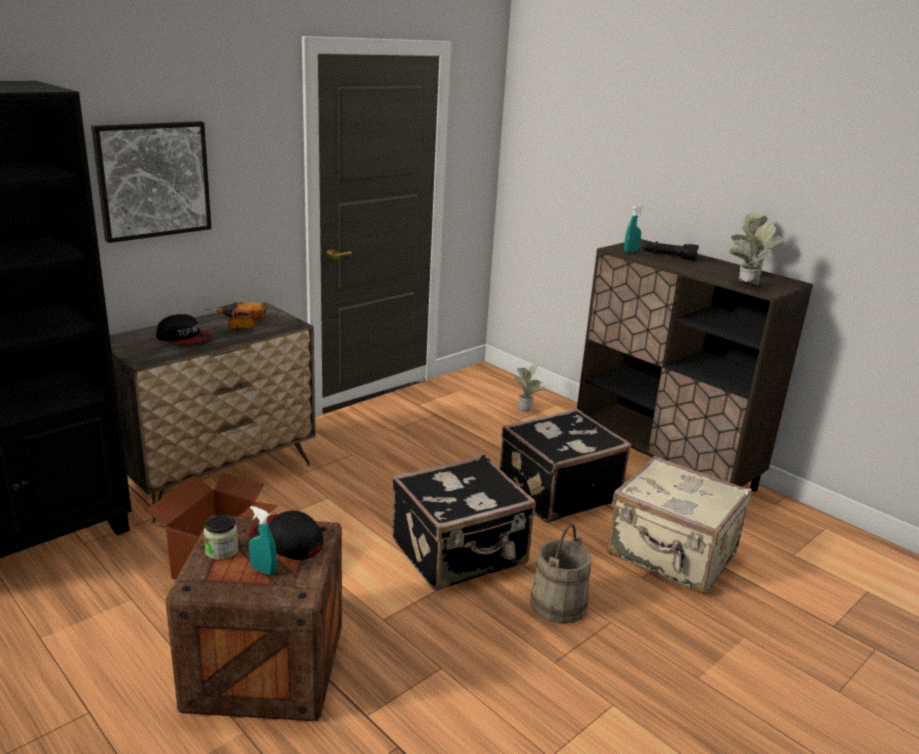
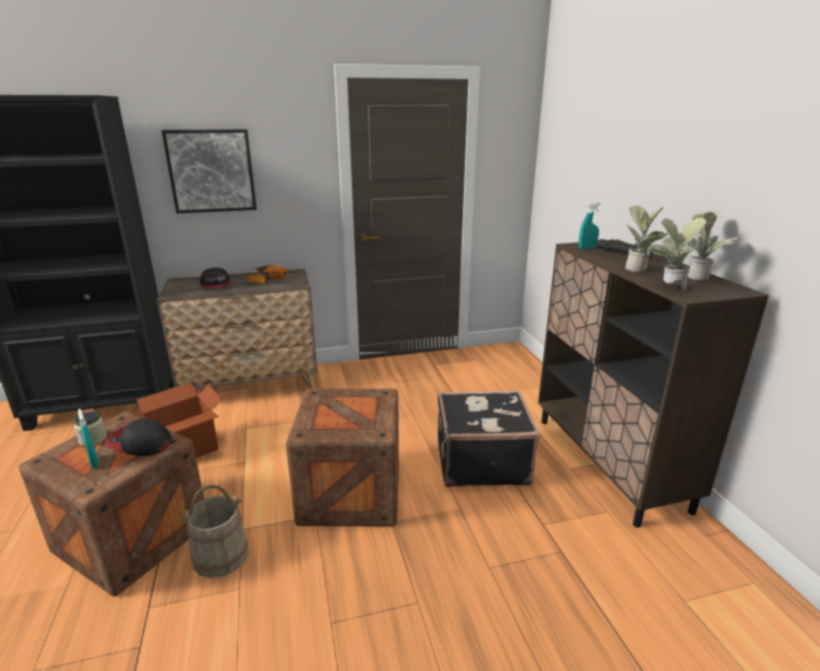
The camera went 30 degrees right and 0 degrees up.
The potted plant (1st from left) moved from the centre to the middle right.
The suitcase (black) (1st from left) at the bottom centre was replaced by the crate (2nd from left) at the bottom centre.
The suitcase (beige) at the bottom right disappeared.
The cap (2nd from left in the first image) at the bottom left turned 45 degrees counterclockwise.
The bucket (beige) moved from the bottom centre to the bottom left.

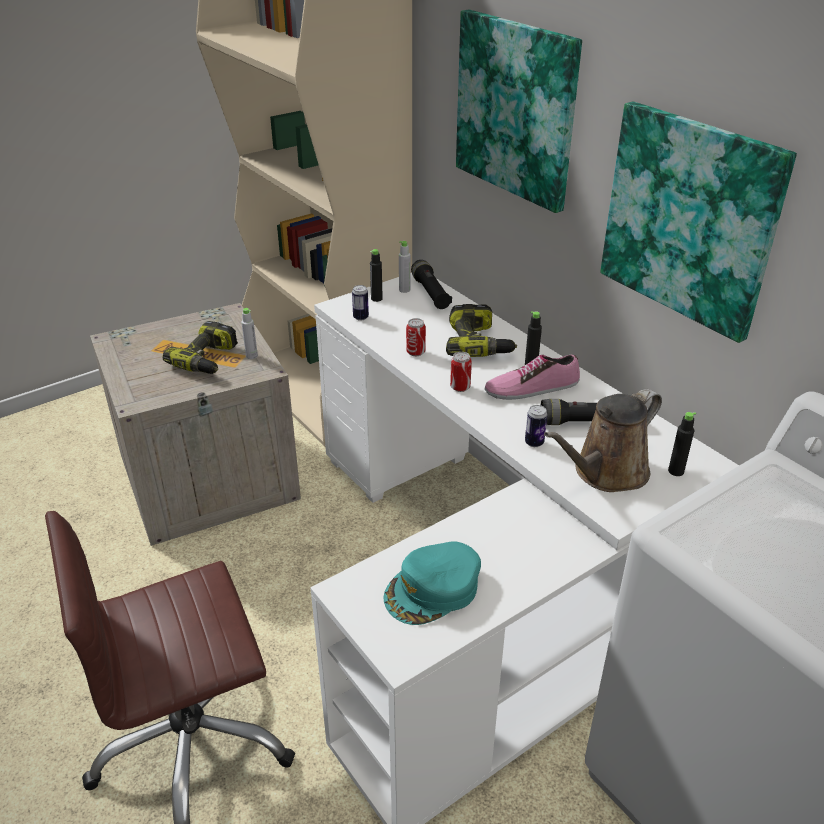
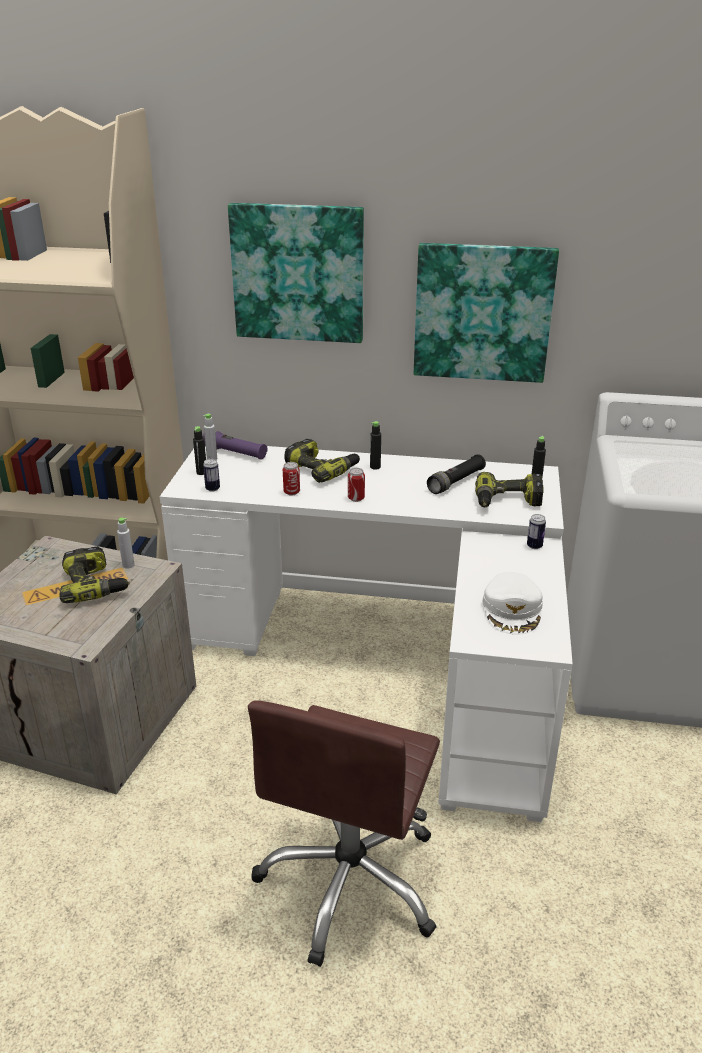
The camera went 45 degrees left and 5 degrees down.
The flashlight (black) (1st from left) at the centre became the flashlight (purple) at the centre.
The shoe at the centre disappeared.
The watering can (brown) at the middle right was replaced by the power drill (3rd from left) at the middle right.
The can (4th from left) moved from the centre to the middle right.
The cap (turquoise) at the bottom centre became the cap (white) at the middle right.

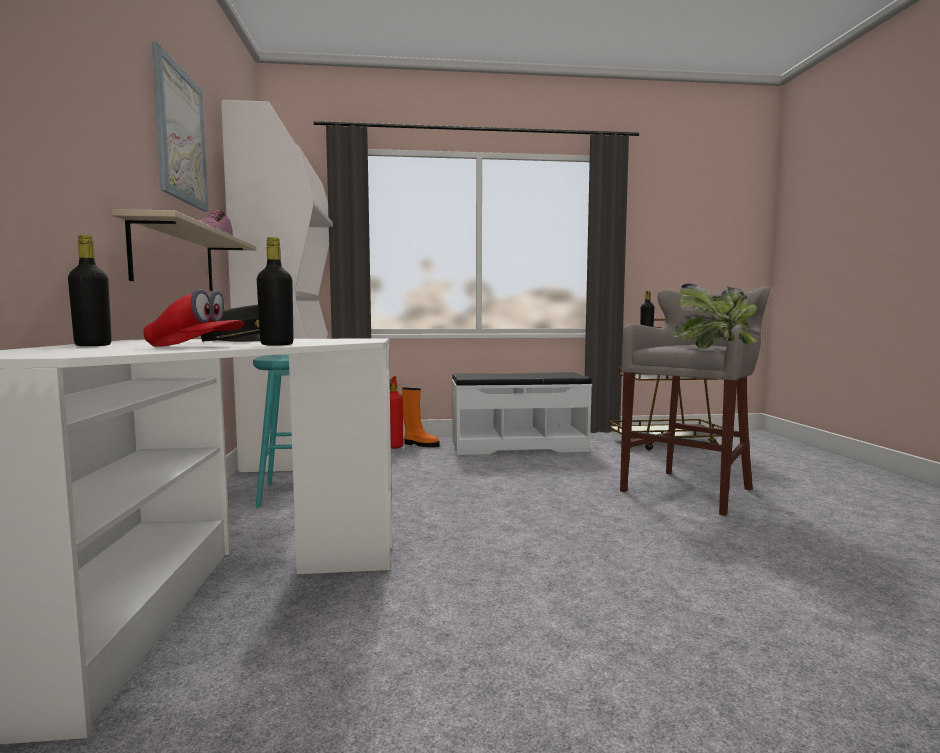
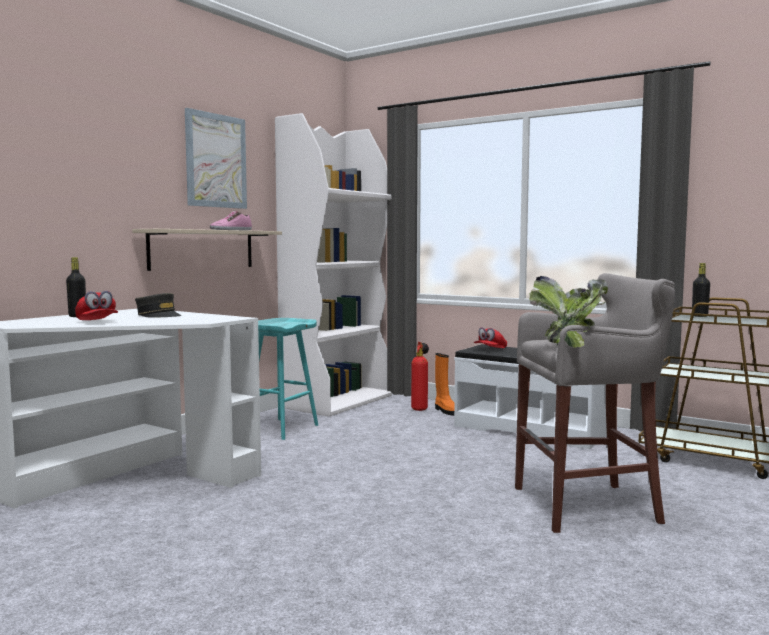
The camera went 40 degrees right and 0 degrees up.
The bottle (black) (2nd from left) at the middle left disappeared.
The cap (red) (2nd from left) at the centre appeared.

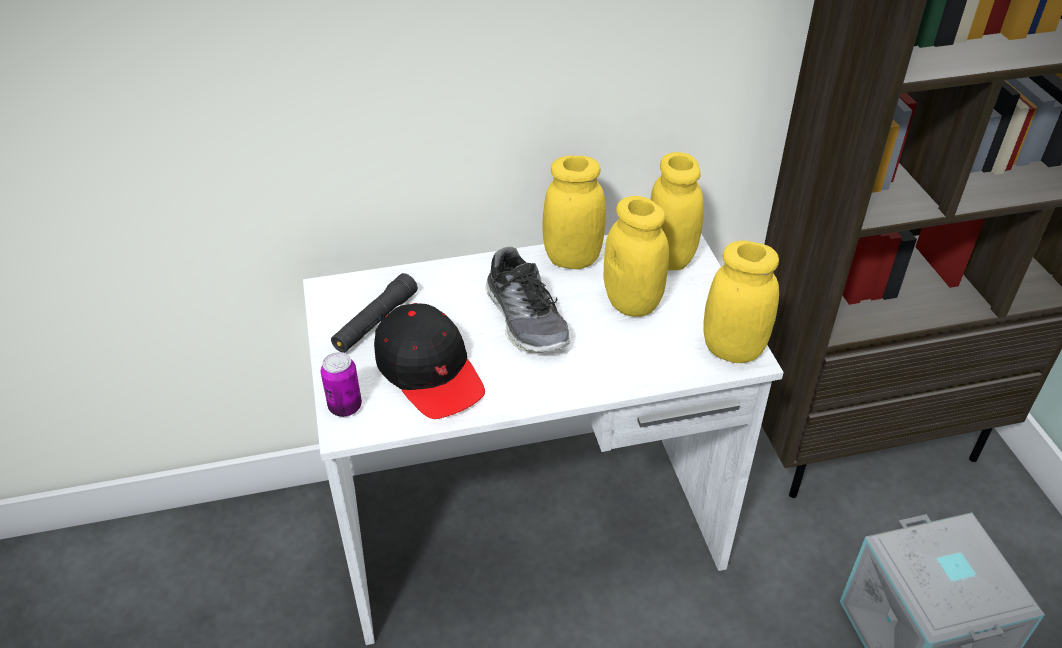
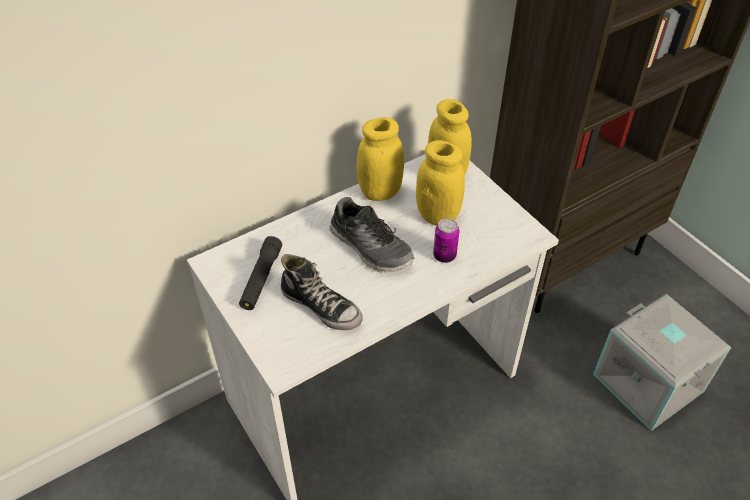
The camera went 20 degrees left and 5 degrees up.
The jar (yellow) (4th from left) at the middle right disappeared.
The cap (black) at the centre was replaced by the shoe (1st from left) at the centre.
The can moved from the middle left to the centre.

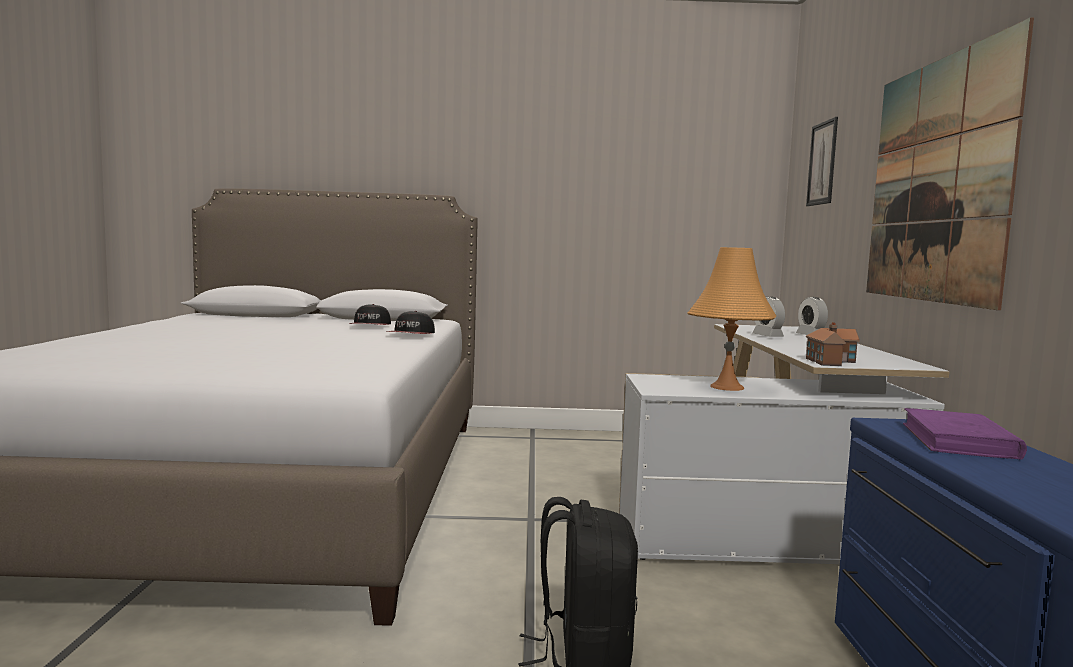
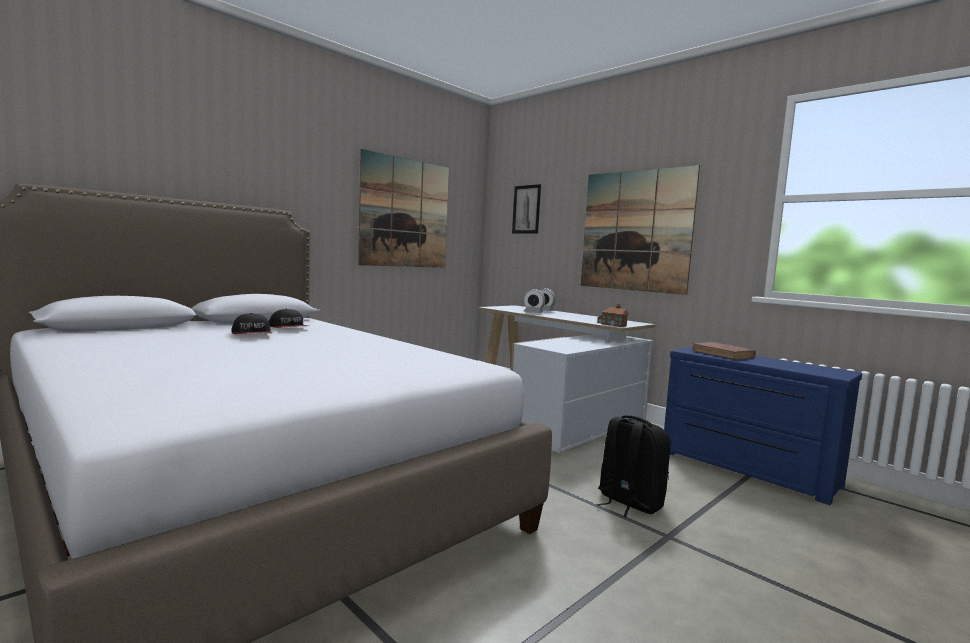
The camera went 45 degrees left and 0 degrees up.
The table lamp (orange) at the middle right disappeared.
The cap (2nd from left in the first image) moved from the centre to the middle left.
The book (purple) at the middle right became the book (brown) at the middle right.
The picture (1st from left) at the top centre appeared.

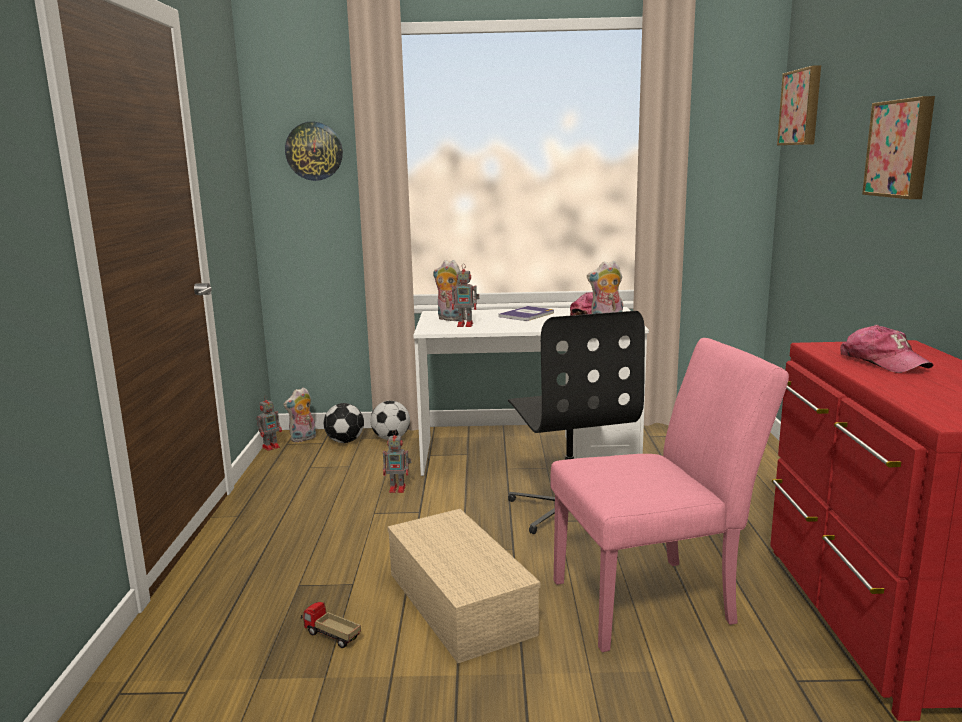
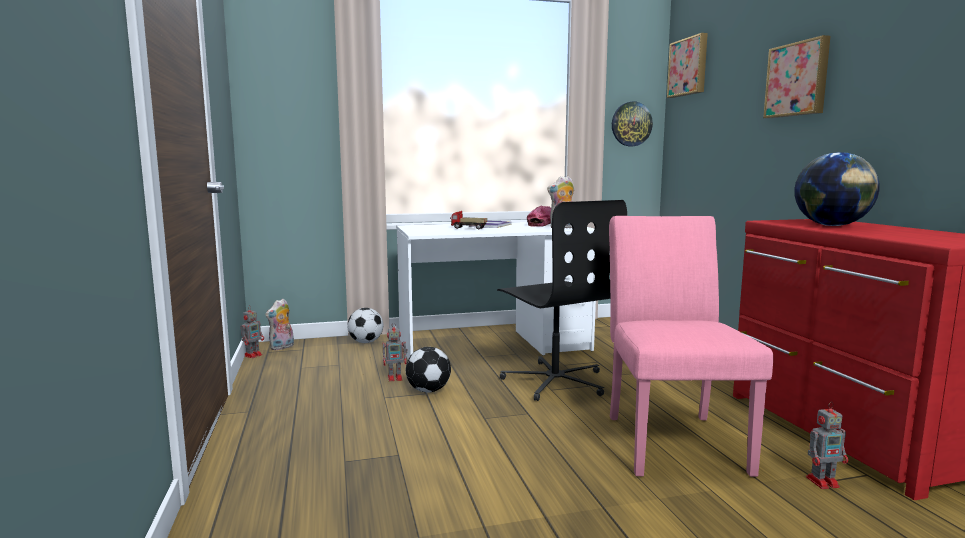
The camera went 15 degrees left and 5 degrees down.
The wall clock moved from the top left to the top centre.
The plush toy (2nd from left) at the centre disappeared.
The toy robot (3rd from left) moved from the centre to the bottom right.
The cap (2nd from left) at the middle right was replaced by the globe at the middle right.
The chair (pink) at the bottom right turned 60 degrees counterclockwise.
The football (1st from left in the first image) moved from the centre to the bottom centre.
The storage box (beige) at the bottom centre disappeared.
The toy truck moved from the bottom centre to the centre.

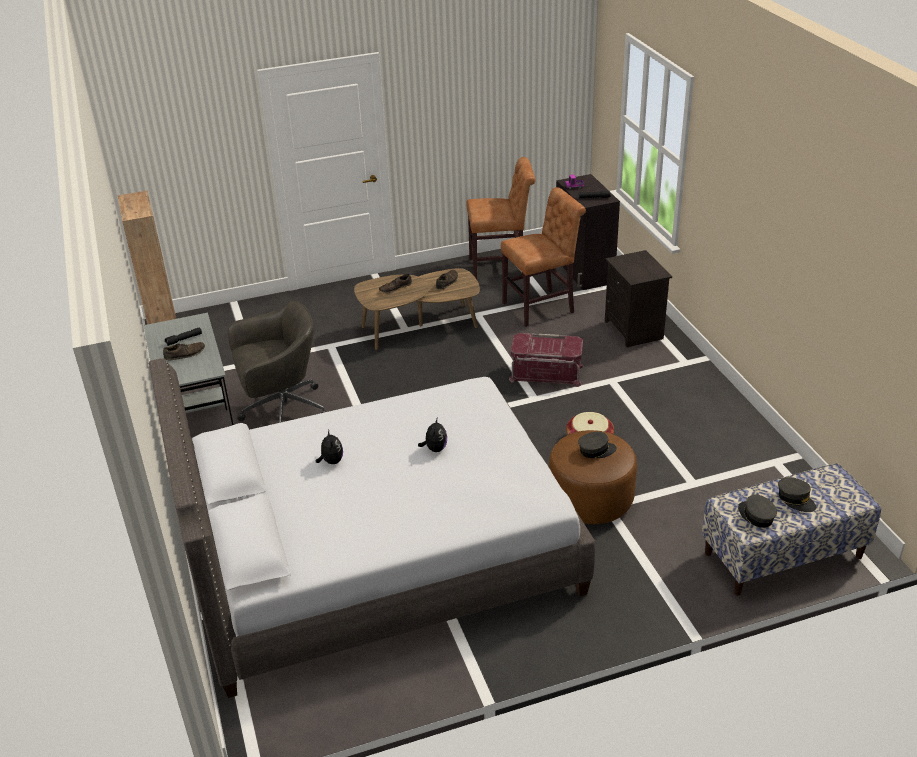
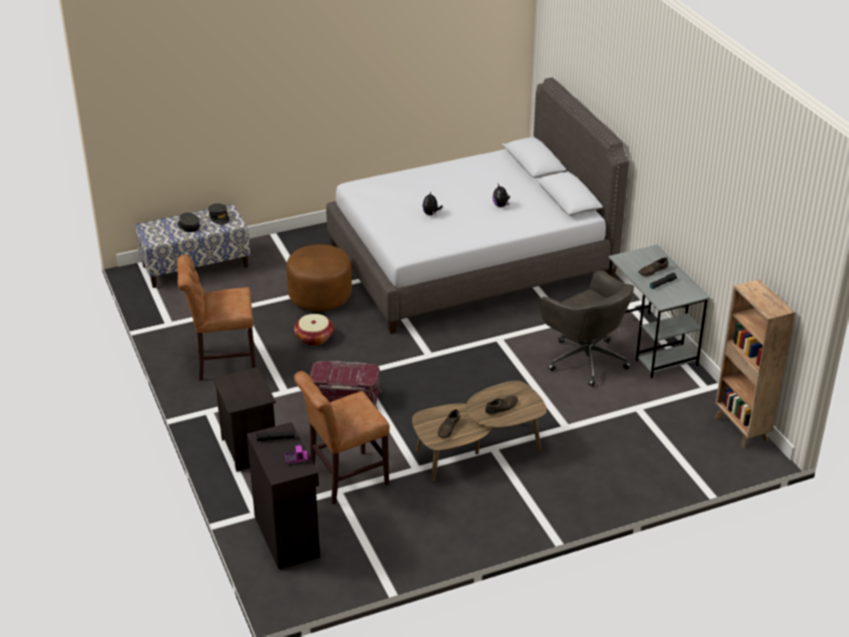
The camera went 175 degrees right and 0 degrees up.
The chair (brown) (1st from left) moved from the top centre to the middle left.
The office chair (grey) at the middle left turned 105 degrees counterclockwise.
The cap (grey) (1st from left) at the centre disappeared.

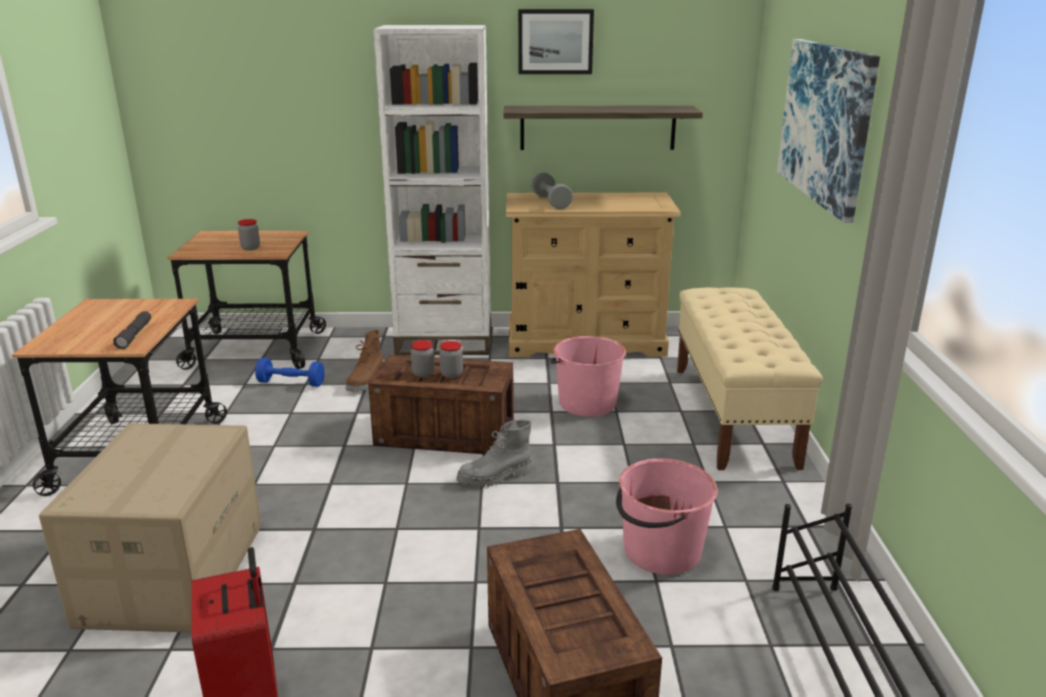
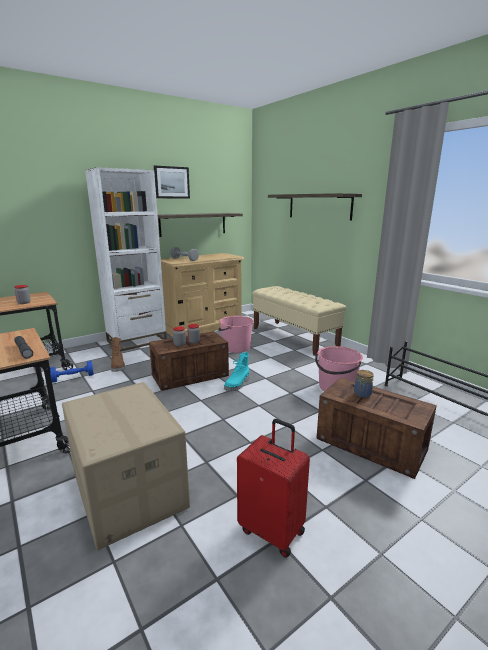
The camera went 35 degrees left and 5 degrees down.
The picture (2nd from left) at the top right was replaced by the shelf (2nd from left) at the top centre.
The boot (grey) at the centre became the boot (turquoise) at the centre.
The jar (4th from left) at the middle right appeared.

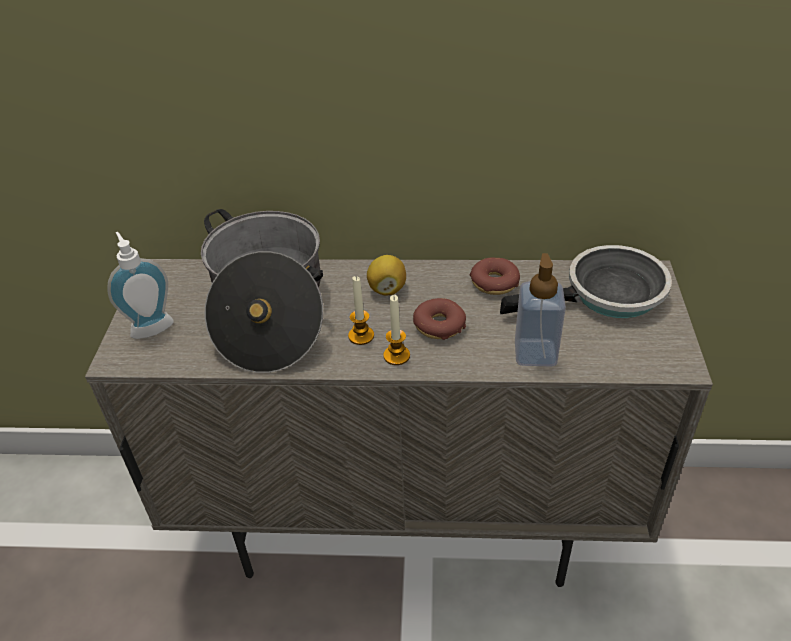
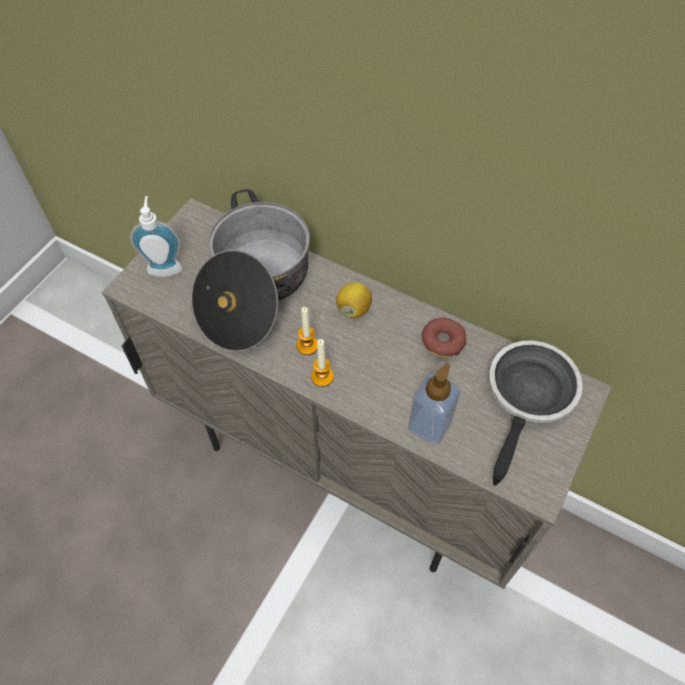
The camera went 25 degrees right and 15 degrees up.
The frying pan at the middle right turned 75 degrees counterclockwise.
The donut (1st from left) at the centre disappeared.

